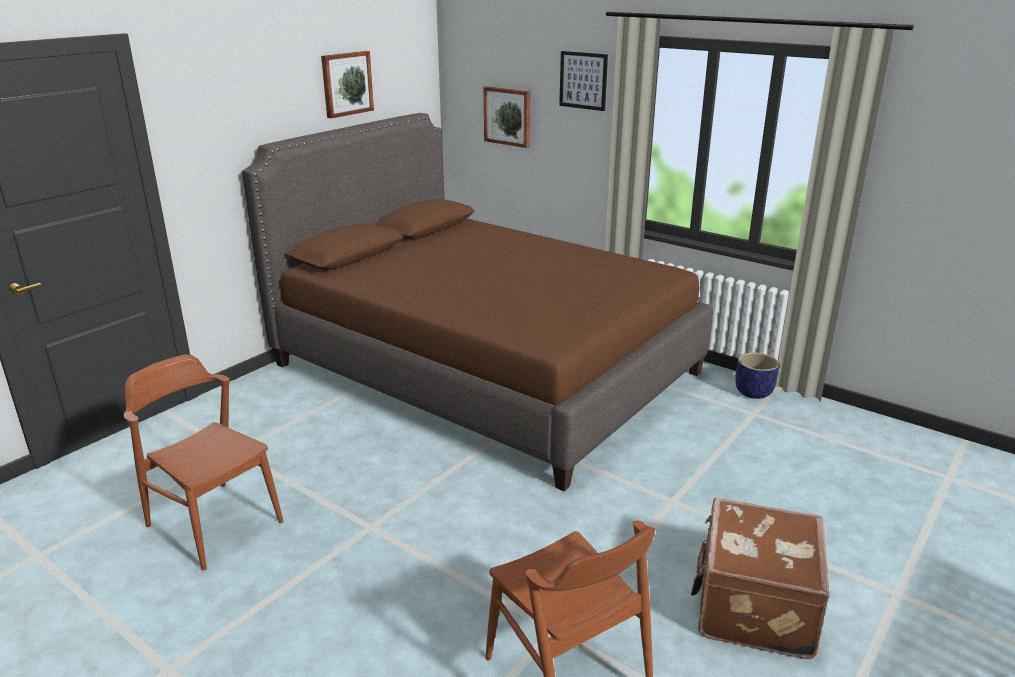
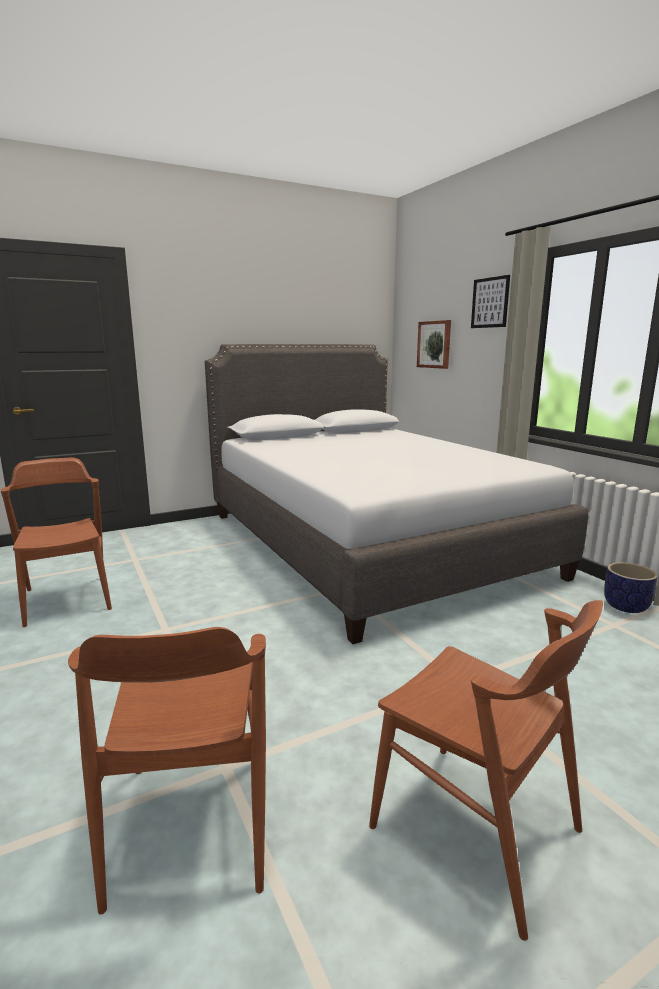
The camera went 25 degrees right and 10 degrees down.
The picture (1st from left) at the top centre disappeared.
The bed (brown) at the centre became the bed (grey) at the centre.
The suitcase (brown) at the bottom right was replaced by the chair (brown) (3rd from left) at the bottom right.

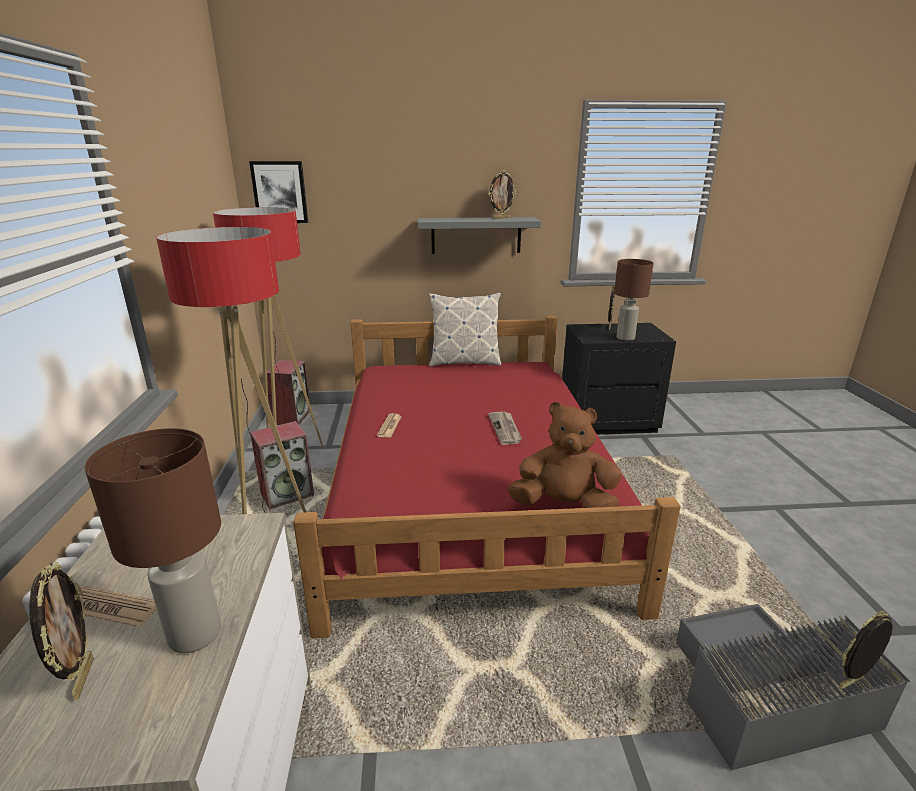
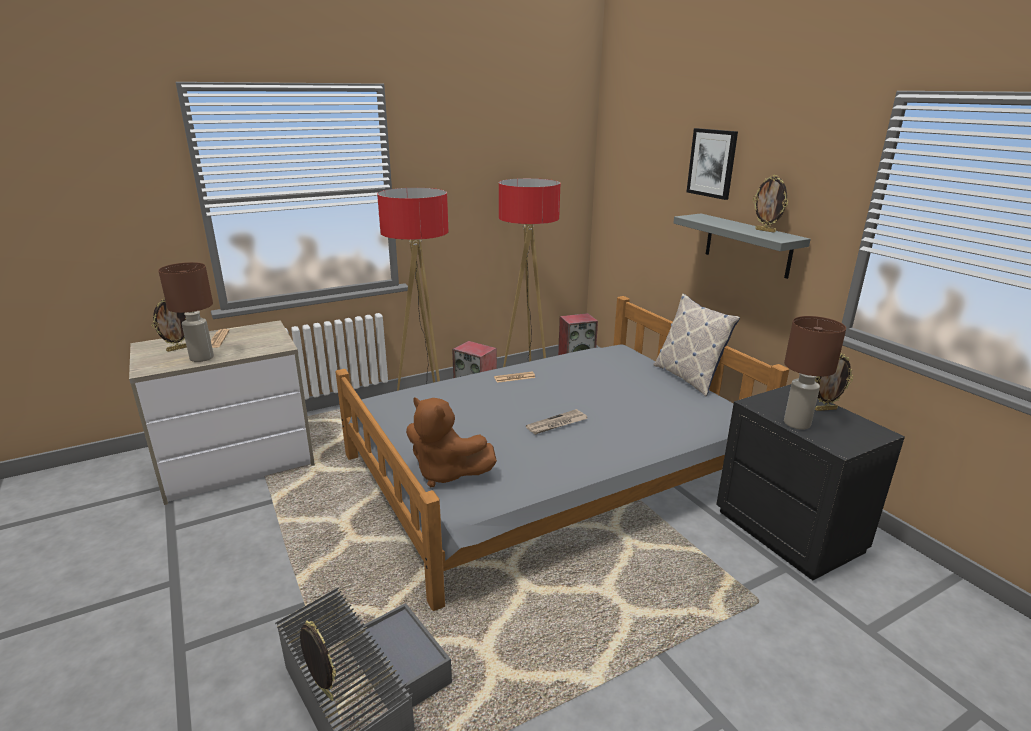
The camera went 65 degrees right and 0 degrees up.
The picture moved from the top left to the top right.
The bed (red) at the centre became the bed (grey) at the centre.
The plush toy (brown) at the centre turned 135 degrees clockwise.

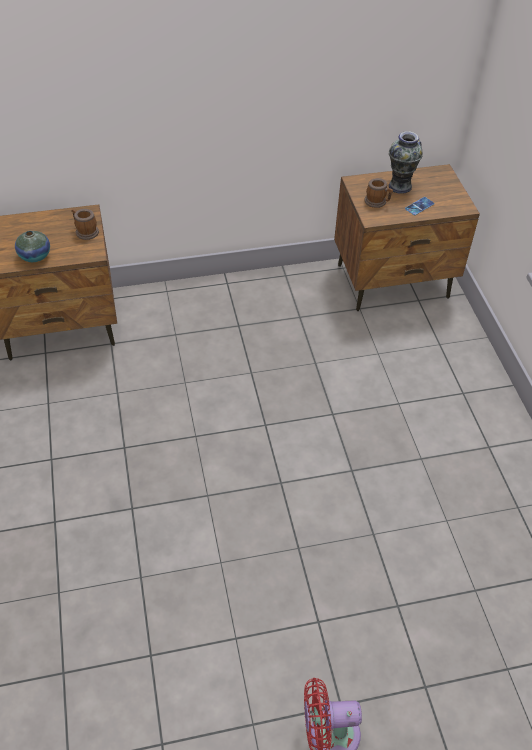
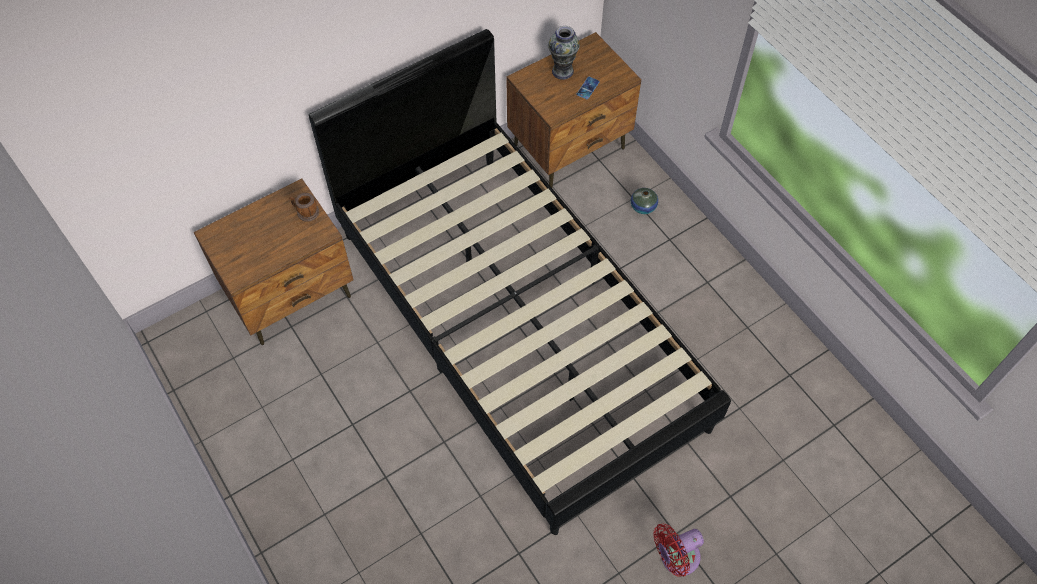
The camera went 20 degrees left and 10 degrees up.
The mug (2nd from left) at the top right disappeared.
The vase (1st from left in the first image) moved from the top left to the centre.
The bed (black) at the centre appeared.

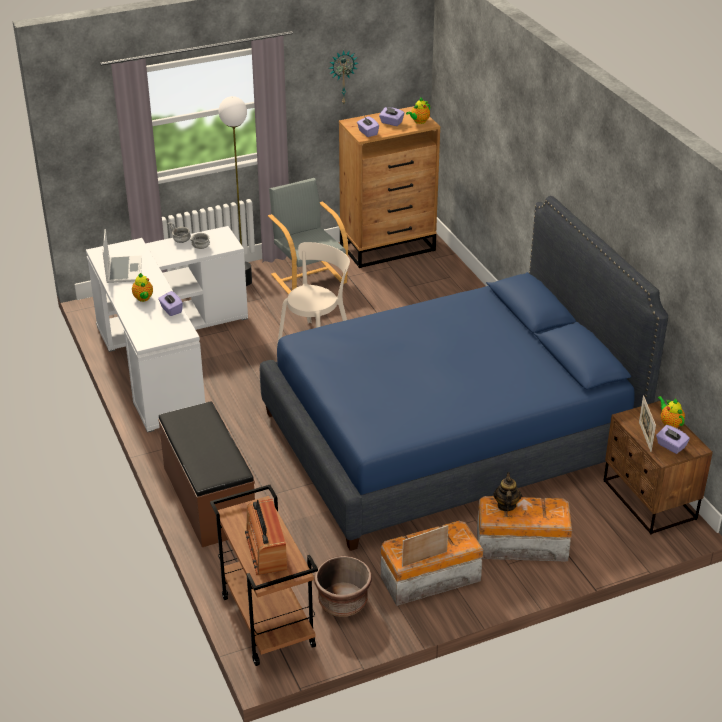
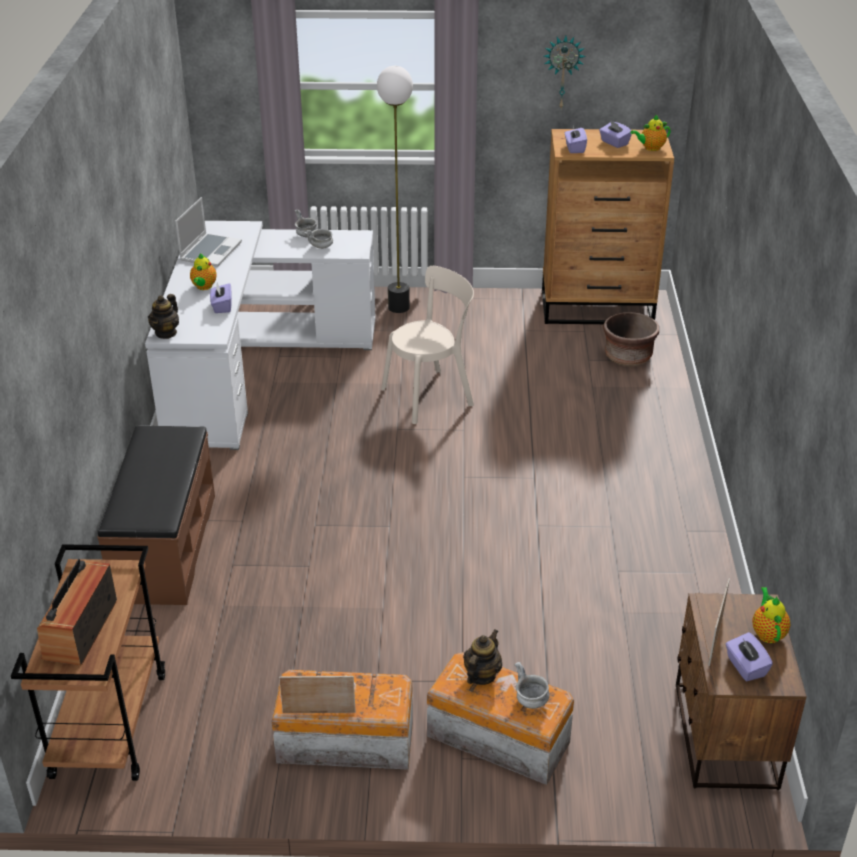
The camera went 25 degrees right and 0 degrees up.
The armchair (grey) at the top centre disappeared.
The bed (blue) at the centre disappeared.
The planter (brown) moved from the bottom centre to the middle right.
The teapot (1st from left) at the middle left appeared.
The bowl (grey) (3rd from left) at the bottom centre appeared.

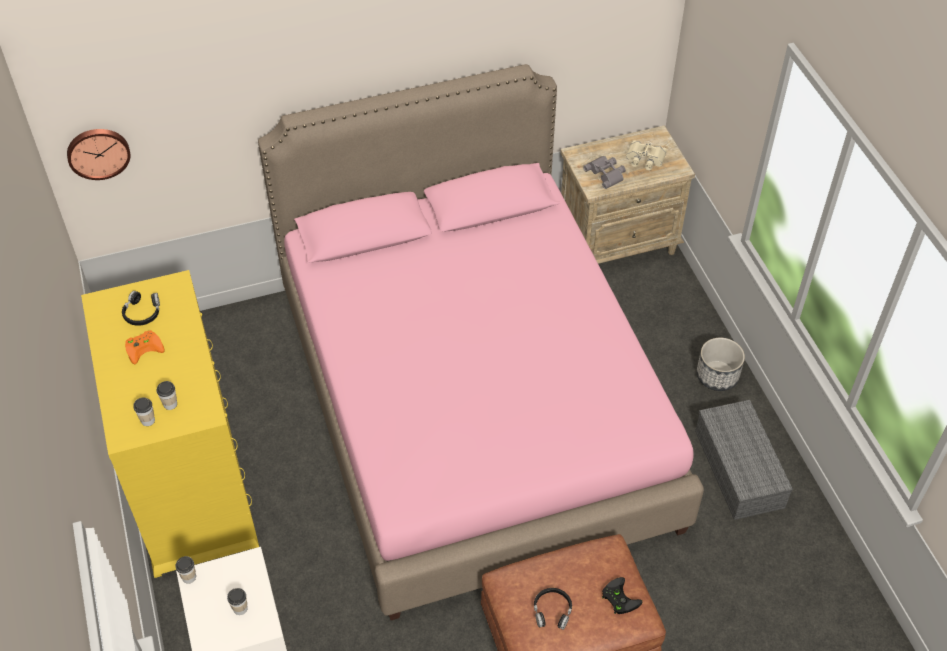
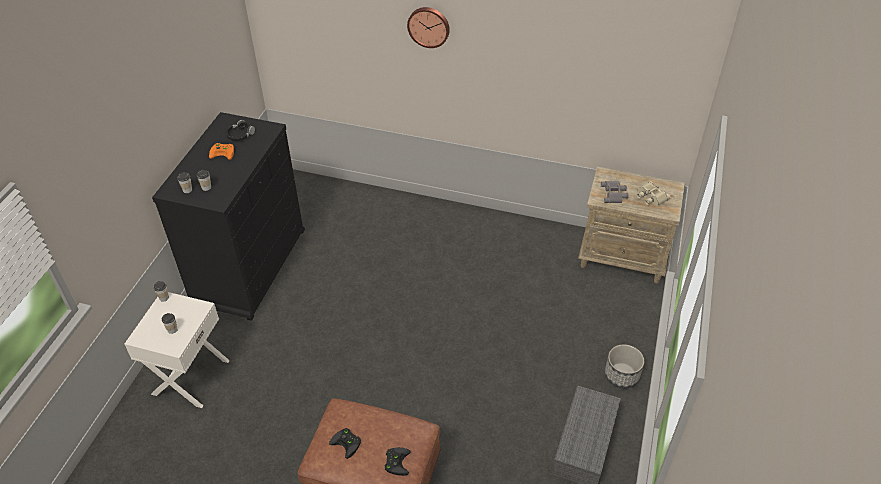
The camera went 35 degrees right and 5 degrees down.
The bed (pink) at the centre disappeared.
The wall clock moved from the top left to the top centre.
The dresser (yellow) at the middle left became the dresser (black) at the middle left.
The headphones (black) (2nd from left) at the bottom centre was replaced by the game controller (black) (1st from left) at the bottom centre.

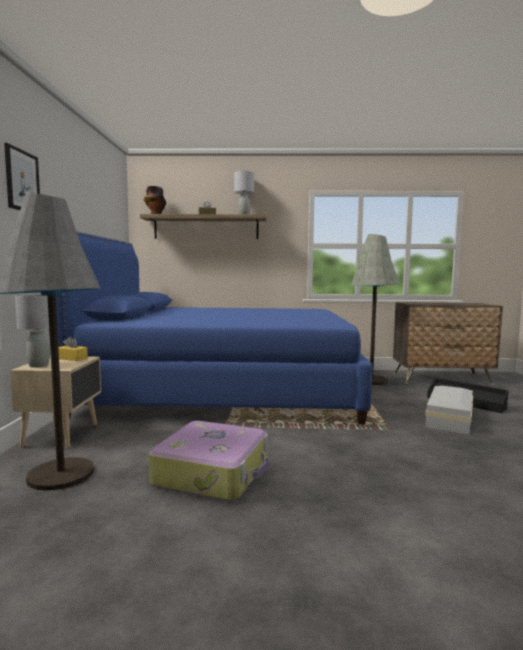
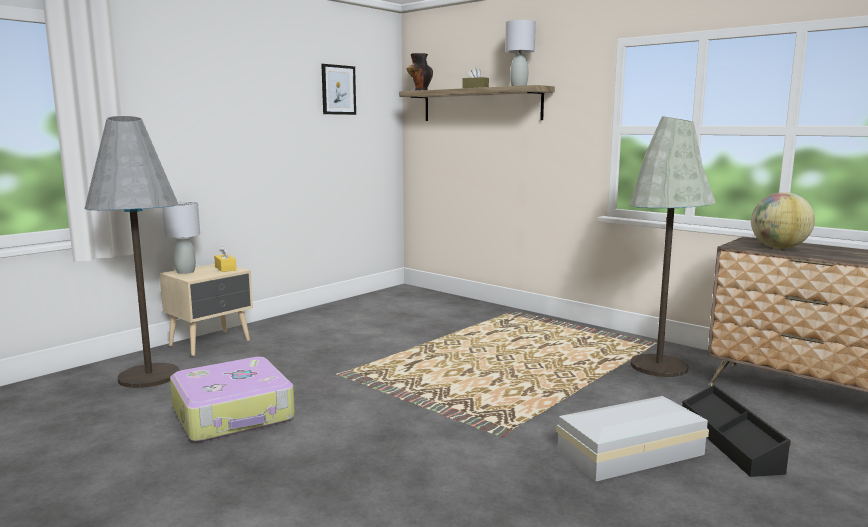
The camera went 40 degrees right and 5 degrees up.
The picture moved from the top left to the top centre.
The bed (blue) at the centre disappeared.
The globe at the middle right appeared.

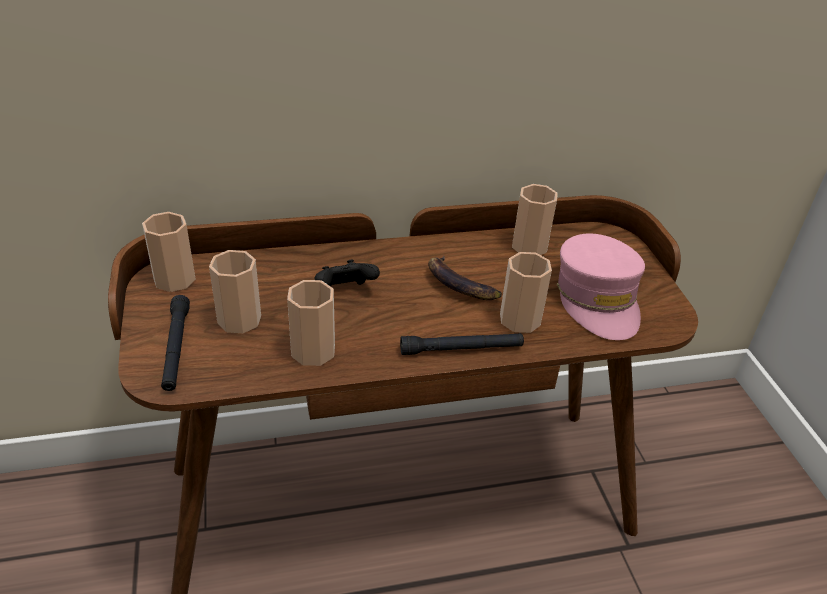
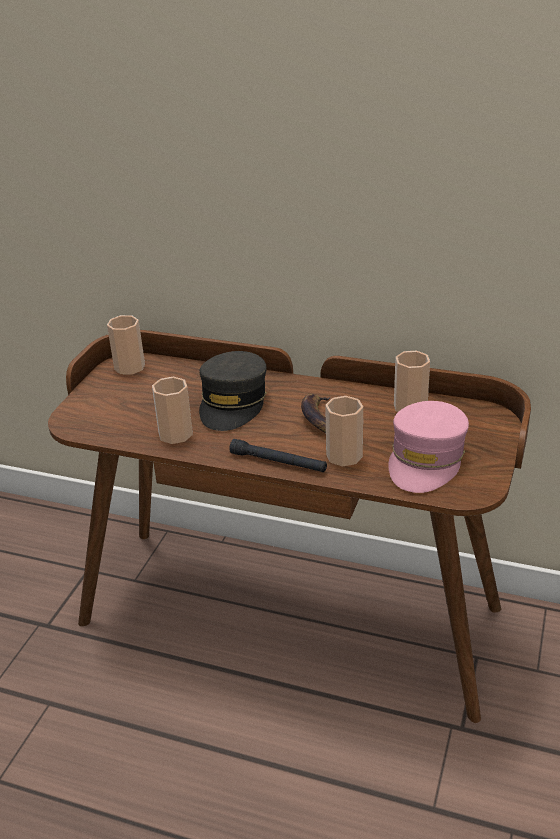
The camera went 35 degrees right and 5 degrees down.
The cup (2nd from left) at the middle left disappeared.
The game controller (black) at the centre was replaced by the cap (grey) at the centre.
The flashlight (black) (1st from left) at the middle left disappeared.

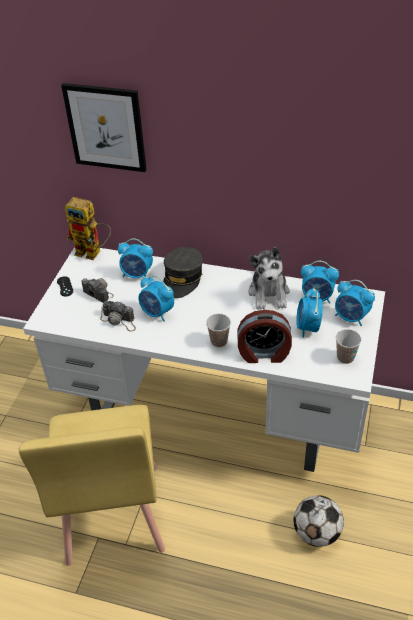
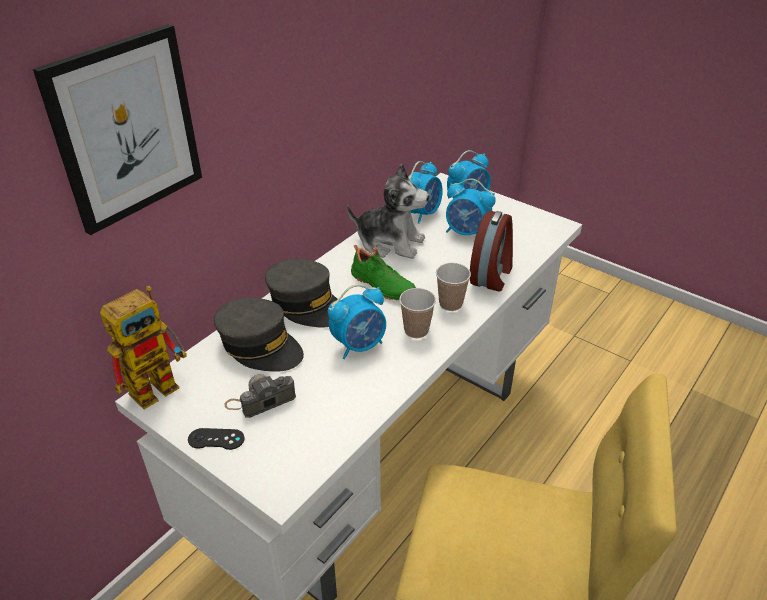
The camera went 70 degrees left and 5 degrees down.
The alarm clock (1st from left) at the middle left was replaced by the cap (grey) (1st from left) at the centre.
The photo camera (2nd from left) at the middle left disappeared.
The cup (2nd from left in the first image) moved from the middle right to the centre.
The football at the bottom right disappeared.
The shoe (green) at the centre appeared.

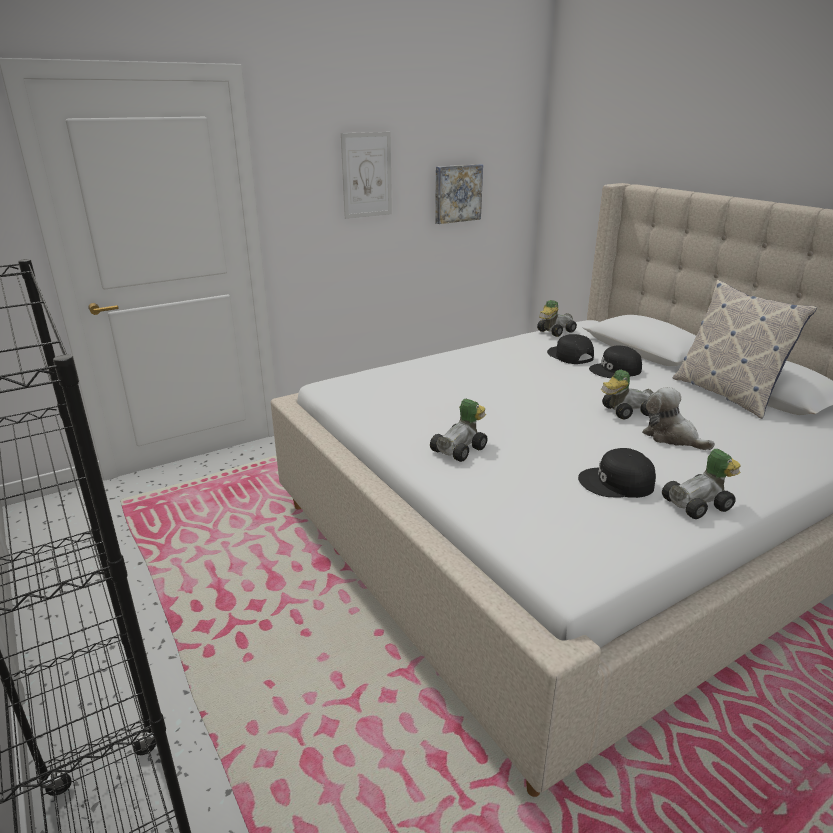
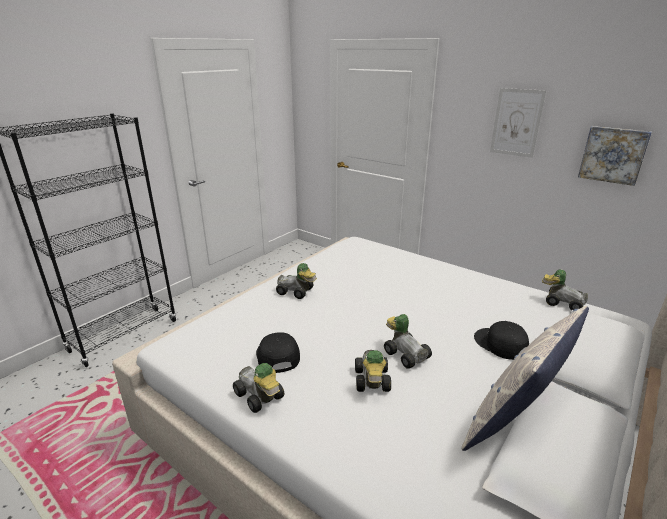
The camera went 70 degrees right and 0 degrees up.
The cap (black) (1st from left) at the middle right disappeared.
The plush toy at the middle right was replaced by the toy car (3rd from left) at the bottom centre.

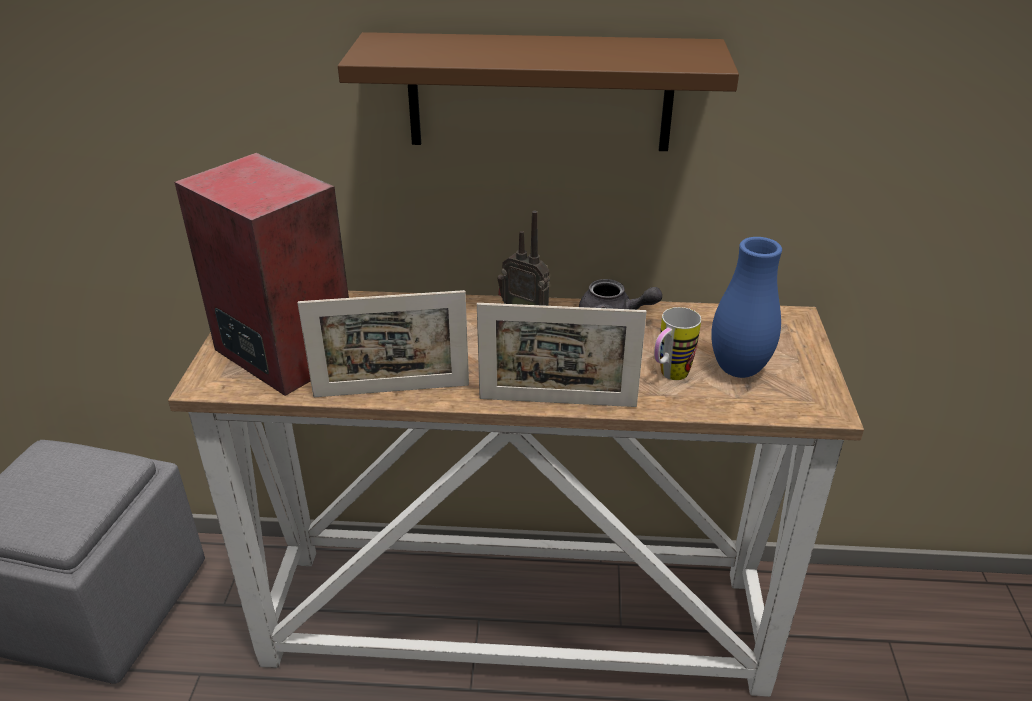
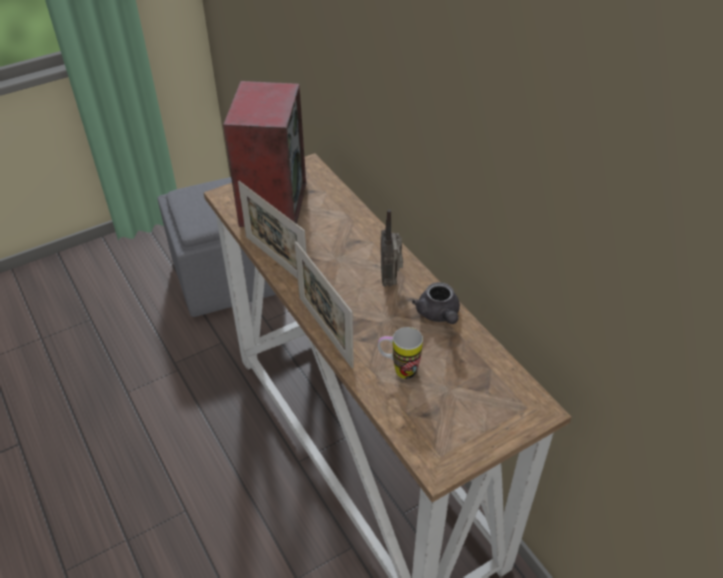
The camera went 55 degrees right and 10 degrees up.
The shelf (brown) at the top centre disappeared.
The vase (blue) at the middle right disappeared.

